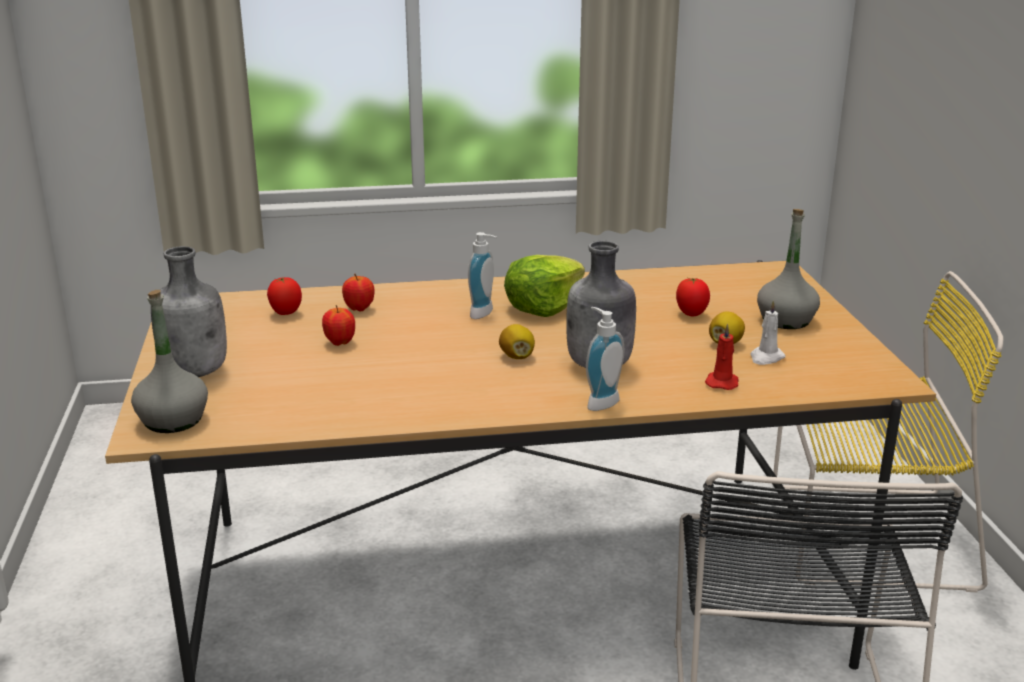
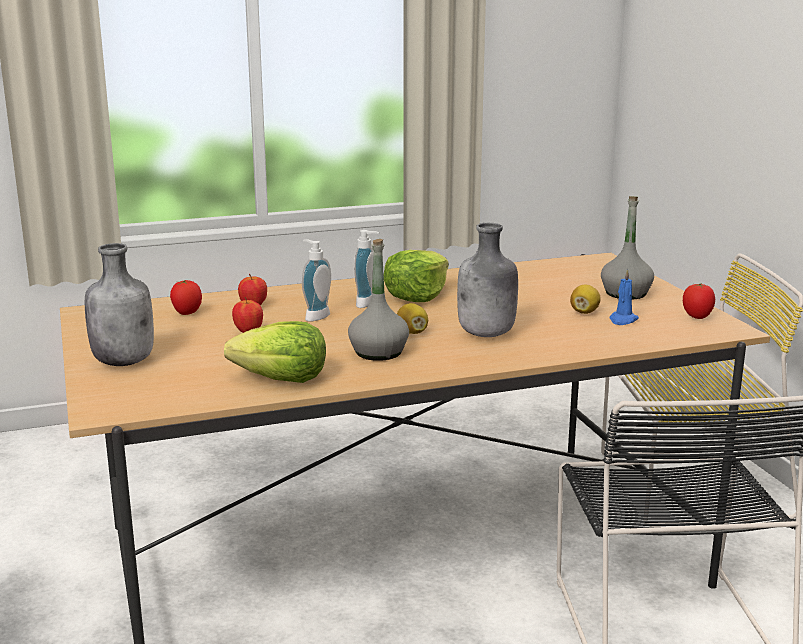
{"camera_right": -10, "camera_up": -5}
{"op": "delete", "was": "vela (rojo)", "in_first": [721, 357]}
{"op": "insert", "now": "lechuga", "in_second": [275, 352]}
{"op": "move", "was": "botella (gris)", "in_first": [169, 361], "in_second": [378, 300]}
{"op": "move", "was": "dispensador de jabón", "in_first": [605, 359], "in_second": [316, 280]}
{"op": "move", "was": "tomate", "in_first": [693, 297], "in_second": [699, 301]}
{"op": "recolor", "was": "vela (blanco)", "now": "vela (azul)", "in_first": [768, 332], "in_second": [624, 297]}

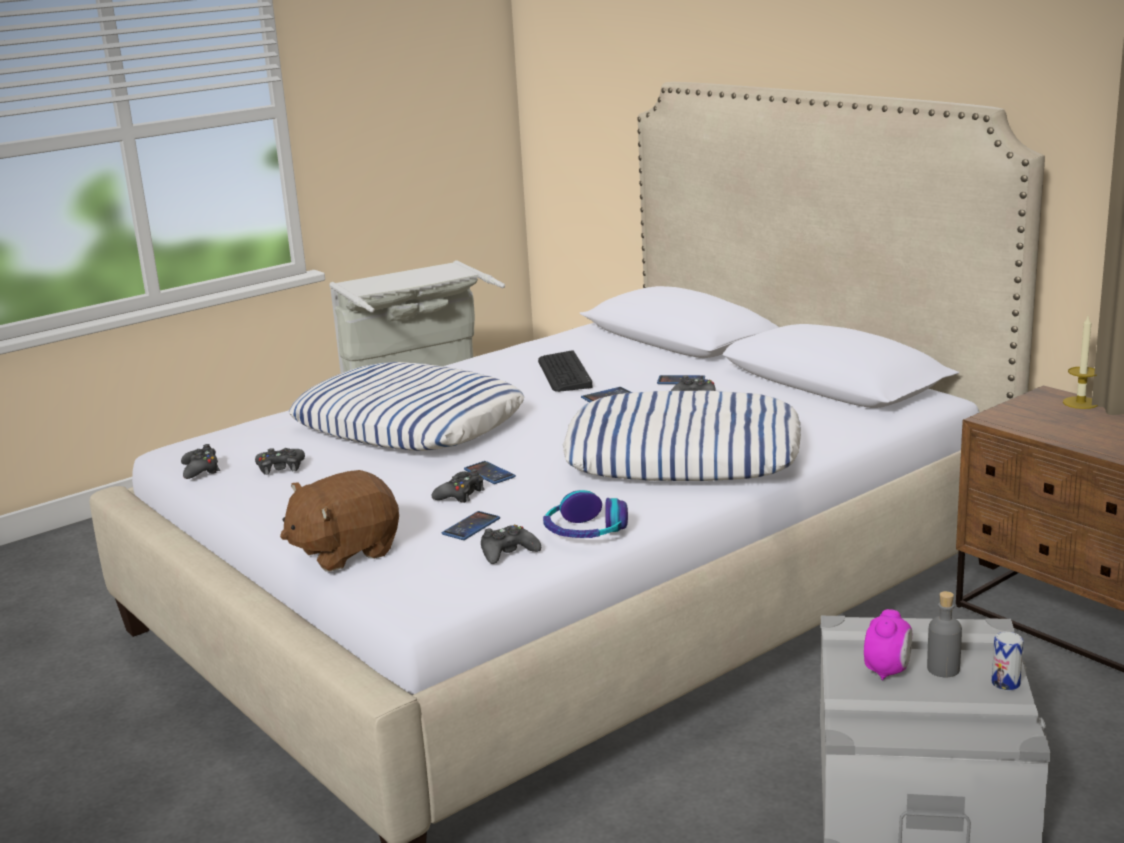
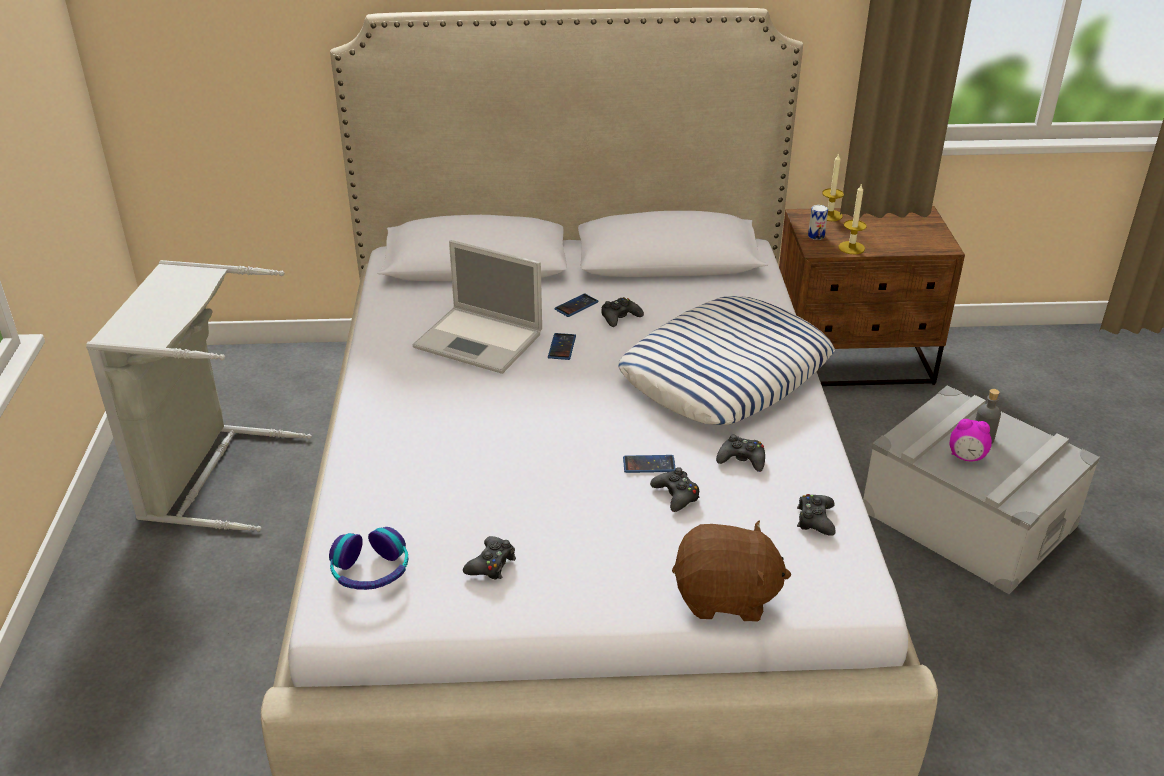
{"camera_right": -55, "camera_up": 15}
{"op": "delete", "was": "cojín", "in_first": [406, 406]}
{"op": "delete", "was": "móvil", "in_first": [471, 525]}
{"op": "insert", "now": "vela", "in_second": [853, 218]}
{"op": "move", "was": "mando de consola (negro)", "in_first": [200, 461], "in_second": [740, 453]}
{"op": "move", "was": "auriculares", "in_first": [585, 514], "in_second": [368, 558]}
{"op": "move", "was": "lata", "in_first": [1007, 661], "in_second": [818, 222]}
{"op": "replace", "was": "teclado", "now": "portátil", "in_first": [565, 371], "in_second": [477, 307]}
{"op": "rotate", "was": "peluche (marrón)", "in_first": [339, 521], "in_second": [731, 571], "clockwise": -90}
{"op": "rotate", "was": "despertador", "in_first": [888, 644], "in_second": [971, 440], "clockwise": 135}

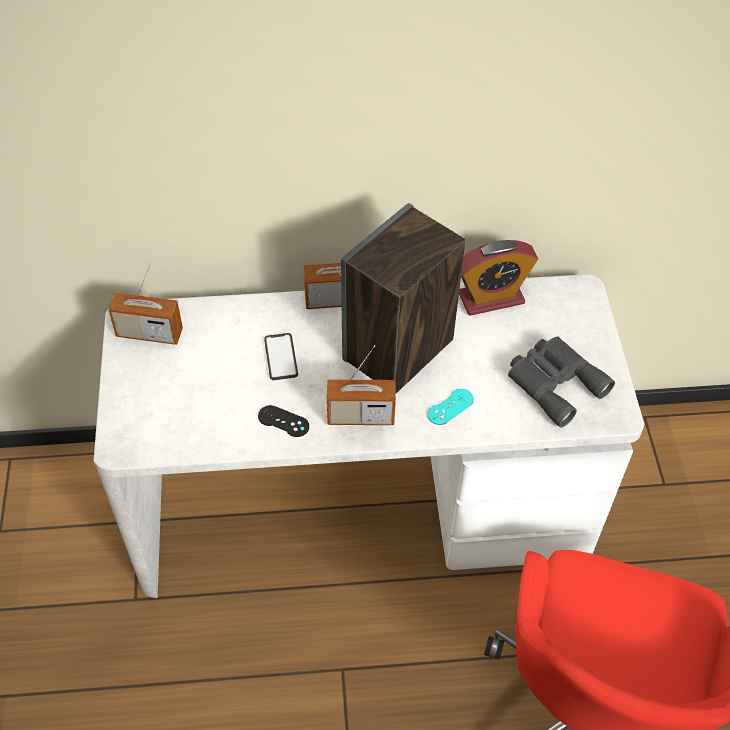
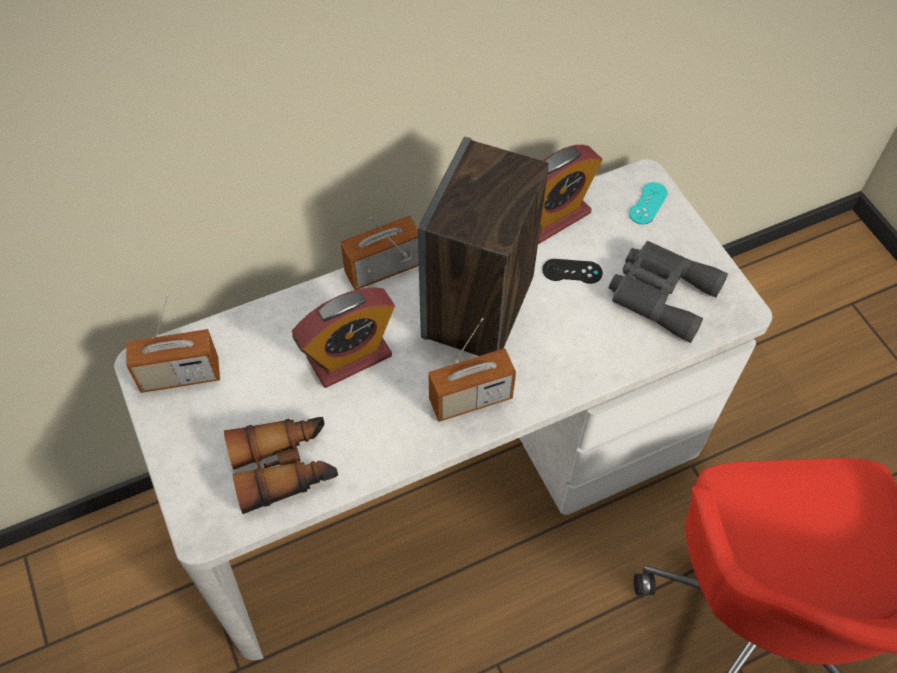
{"camera_right": -20, "camera_up": 5}
{"op": "insert", "now": "prismáticos", "in_second": [281, 465]}
{"op": "move", "was": "mando de consola (negro)", "in_first": [283, 421], "in_second": [572, 271]}
{"op": "move", "was": "mando de consola (turquesa)", "in_first": [450, 407], "in_second": [648, 203]}
{"op": "replace", "was": "móvil", "now": "despertador", "in_first": [281, 356], "in_second": [343, 338]}

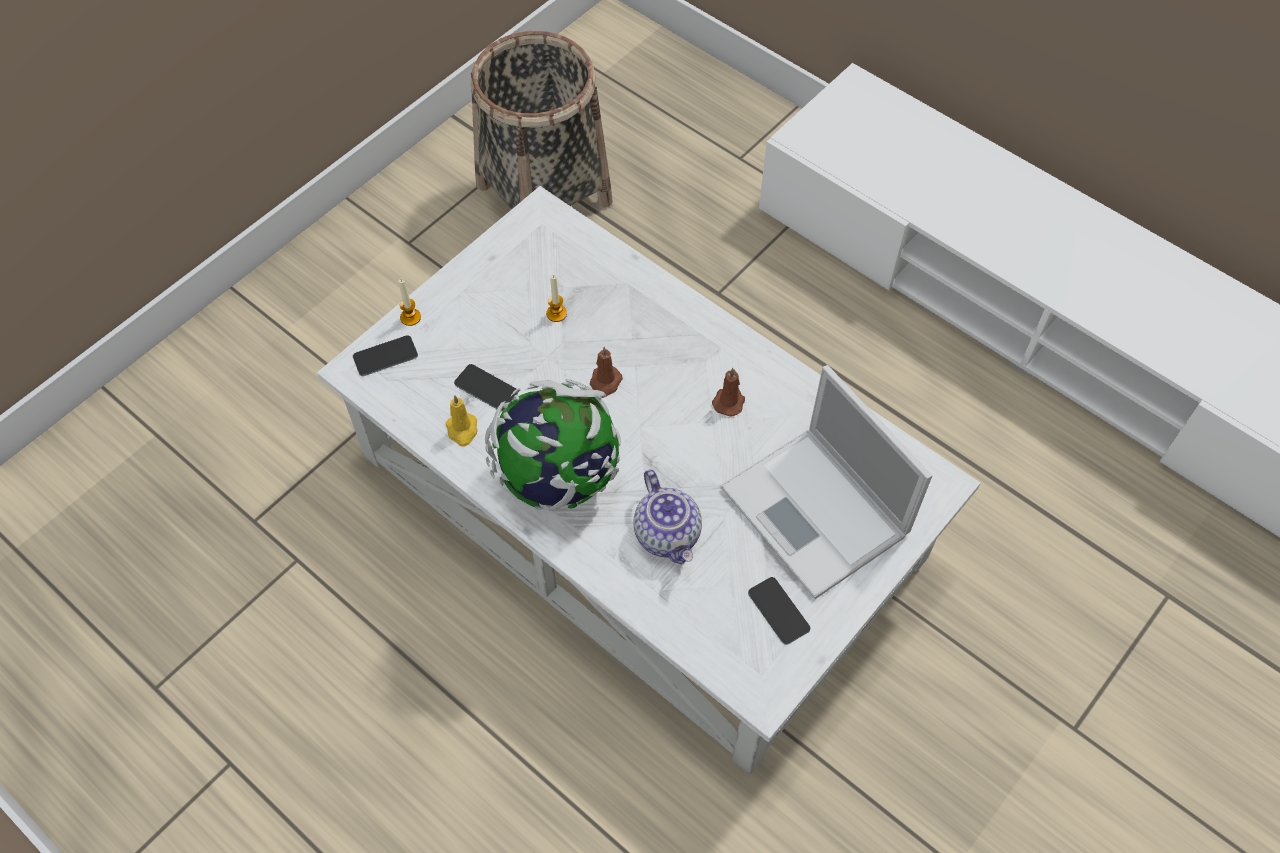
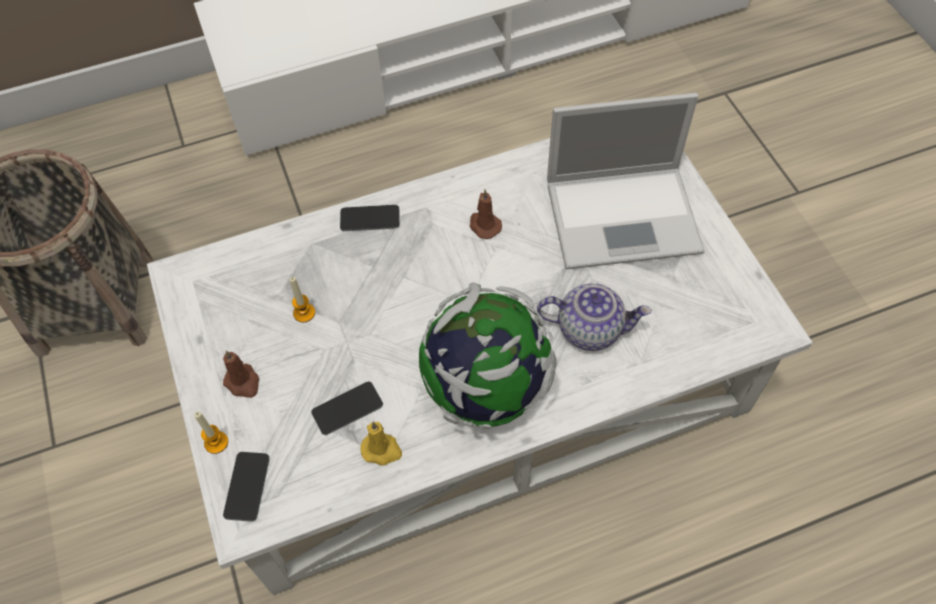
{"camera_right": -60, "camera_up": 0}
{"op": "move", "was": "vela (marrón)", "in_first": [606, 372], "in_second": [241, 374]}
{"op": "move", "was": "móvil", "in_first": [779, 611], "in_second": [370, 218]}

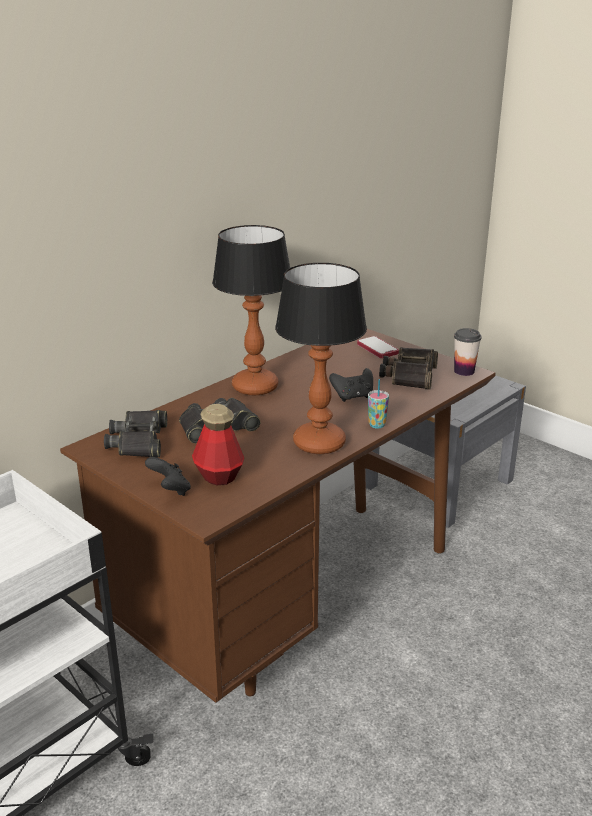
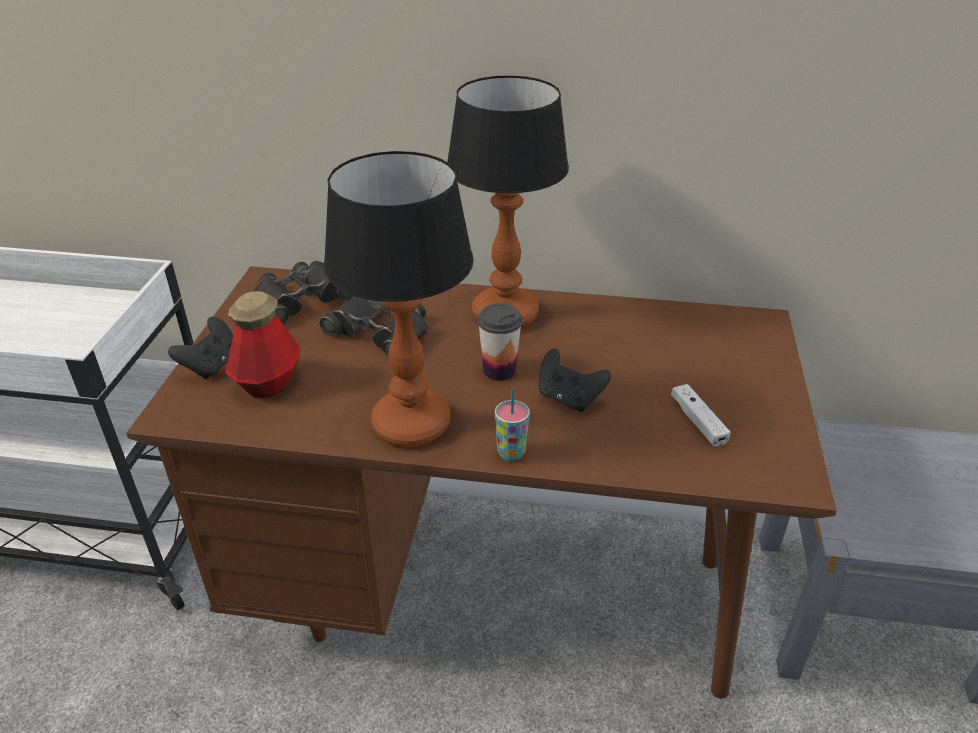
{"camera_right": 55, "camera_up": 10}
{"op": "delete", "was": "móvil", "in_first": [378, 347]}
{"op": "move", "was": "taza", "in_first": [468, 352], "in_second": [500, 342]}
{"op": "replace", "was": "prismáticos", "now": "mando de consola (blanco)", "in_first": [408, 368], "in_second": [701, 415]}

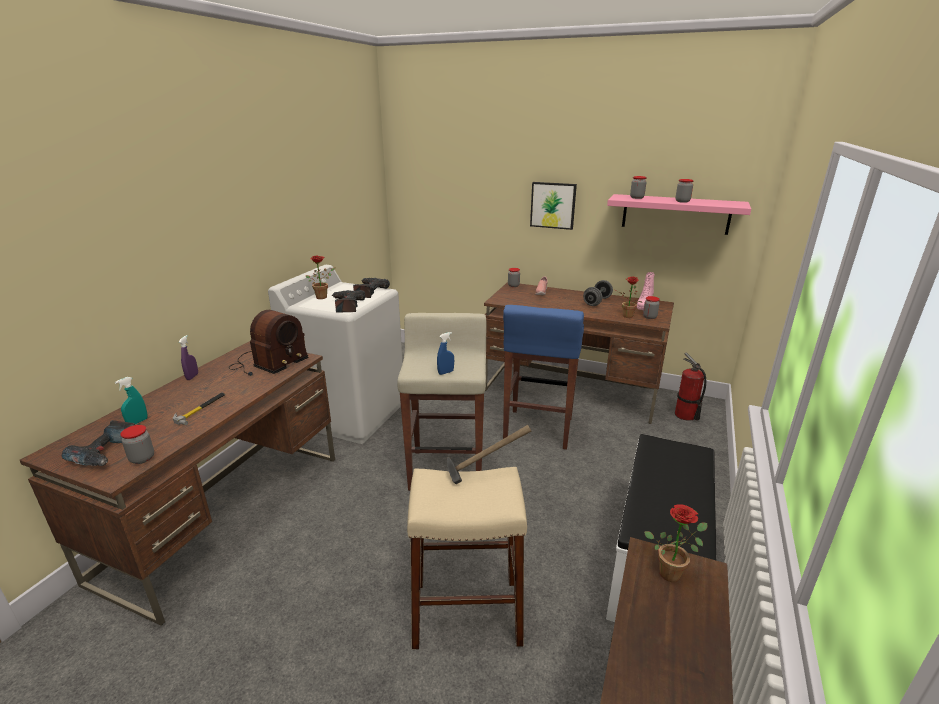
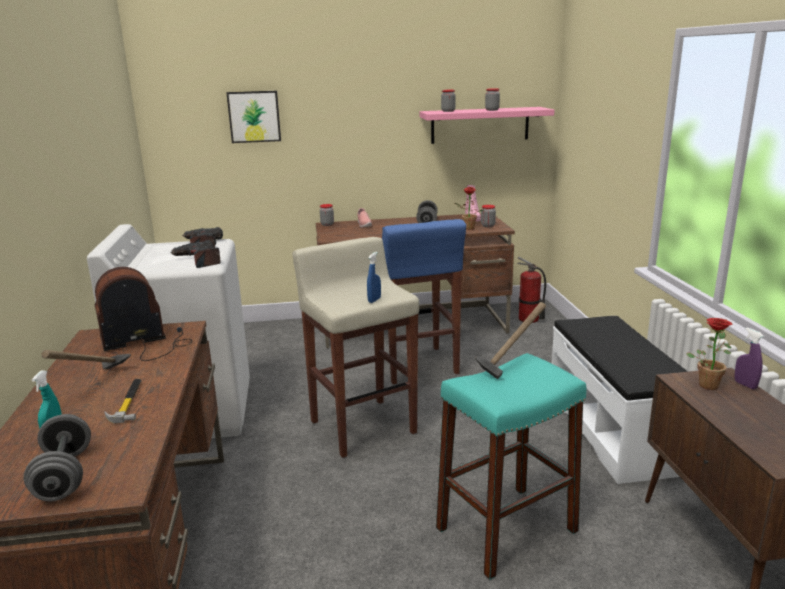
{"camera_right": -30, "camera_up": -5}
{"op": "delete", "was": "tarro", "in_first": [137, 444]}
{"op": "delete", "was": "planta en maceta", "in_first": [321, 277]}
{"op": "insert", "now": "martillo", "in_second": [86, 359]}
{"op": "move", "was": "pulverizador (morado)", "in_first": [188, 357], "in_second": [749, 358]}
{"op": "move", "was": "cuadro", "in_first": [553, 206], "in_second": [253, 117]}
{"op": "replace", "was": "taladro", "now": "mancuerna (gris)", "in_first": [98, 443], "in_second": [57, 457]}
{"op": "recolor", "was": "taburete (beis)", "now": "taburete (turquesa)", "in_first": [467, 558], "in_second": [511, 466]}
{"op": "rotate", "was": "radio", "in_first": [269, 343], "in_second": [143, 314], "clockwise": -120}

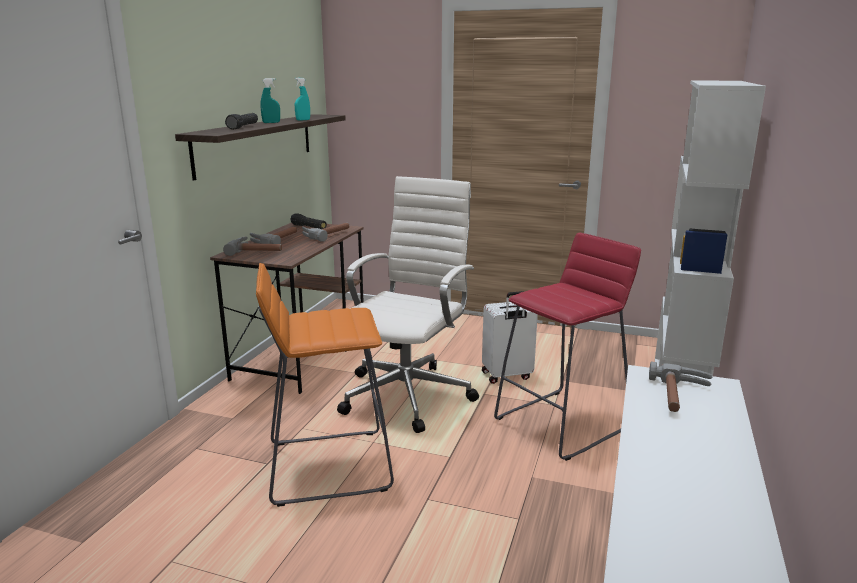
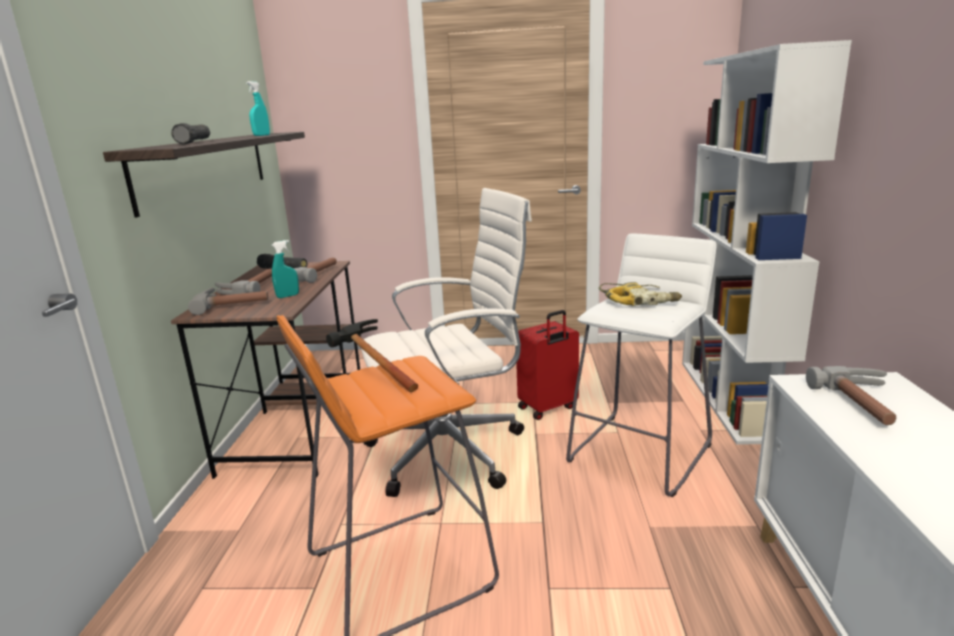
{"camera_right": -15, "camera_up": 0}
{"op": "insert", "now": "martillo", "in_second": [372, 355]}
{"op": "insert", "now": "taladro", "in_second": [640, 294]}
{"op": "move", "was": "pulverizador (turquesa)", "in_first": [270, 100], "in_second": [285, 269]}
{"op": "recolor", "was": "maleta (blanco)", "now": "maleta (rojo)", "in_first": [510, 337], "in_second": [547, 365]}
{"op": "recolor", "was": "taburete (rojo)", "now": "taburete (blanco)", "in_first": [567, 347], "in_second": [641, 365]}
{"op": "rotate", "was": "silla de oficina (blanco)", "in_first": [408, 304], "in_second": [446, 342], "clockwise": 60}

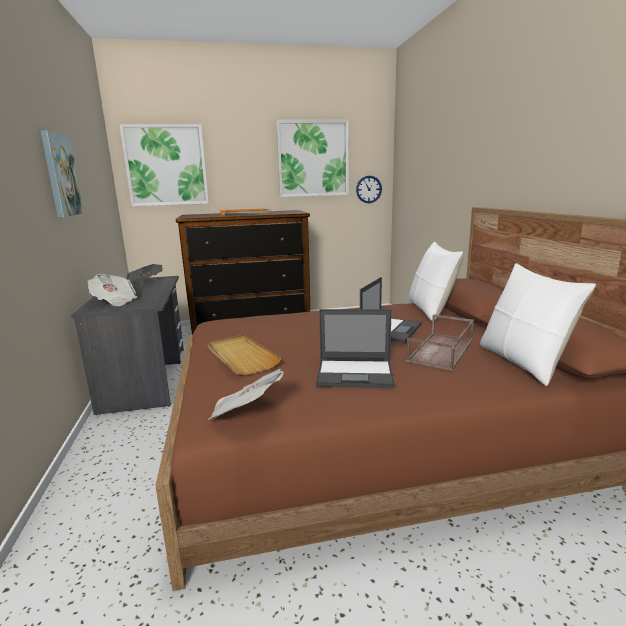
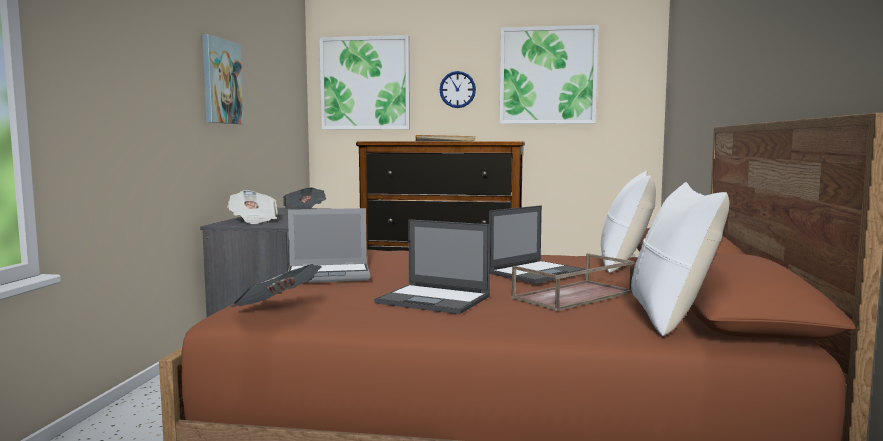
{"camera_right": 20, "camera_up": -10}
{"op": "move", "was": "reloj de pared", "in_first": [369, 189], "in_second": [458, 89]}
{"op": "replace", "was": "bandeja (beis)", "now": "portátil", "in_first": [244, 355], "in_second": [329, 245]}

